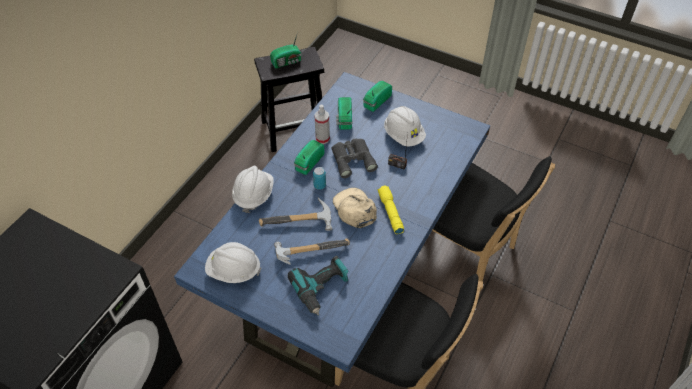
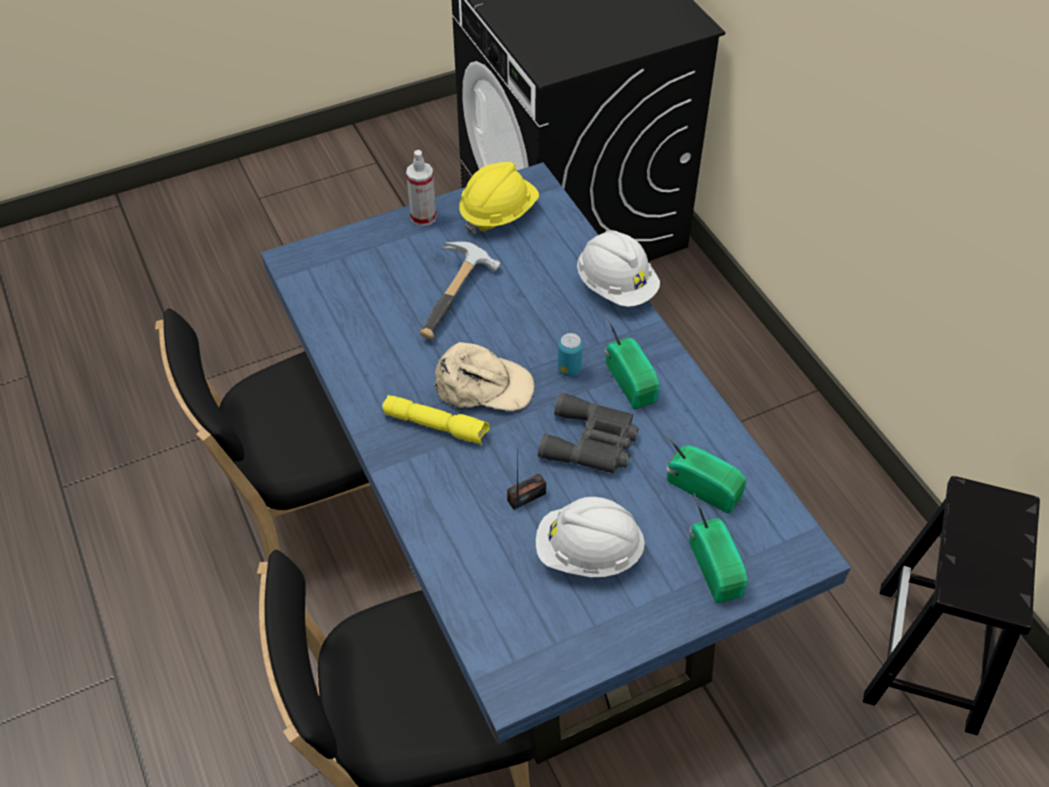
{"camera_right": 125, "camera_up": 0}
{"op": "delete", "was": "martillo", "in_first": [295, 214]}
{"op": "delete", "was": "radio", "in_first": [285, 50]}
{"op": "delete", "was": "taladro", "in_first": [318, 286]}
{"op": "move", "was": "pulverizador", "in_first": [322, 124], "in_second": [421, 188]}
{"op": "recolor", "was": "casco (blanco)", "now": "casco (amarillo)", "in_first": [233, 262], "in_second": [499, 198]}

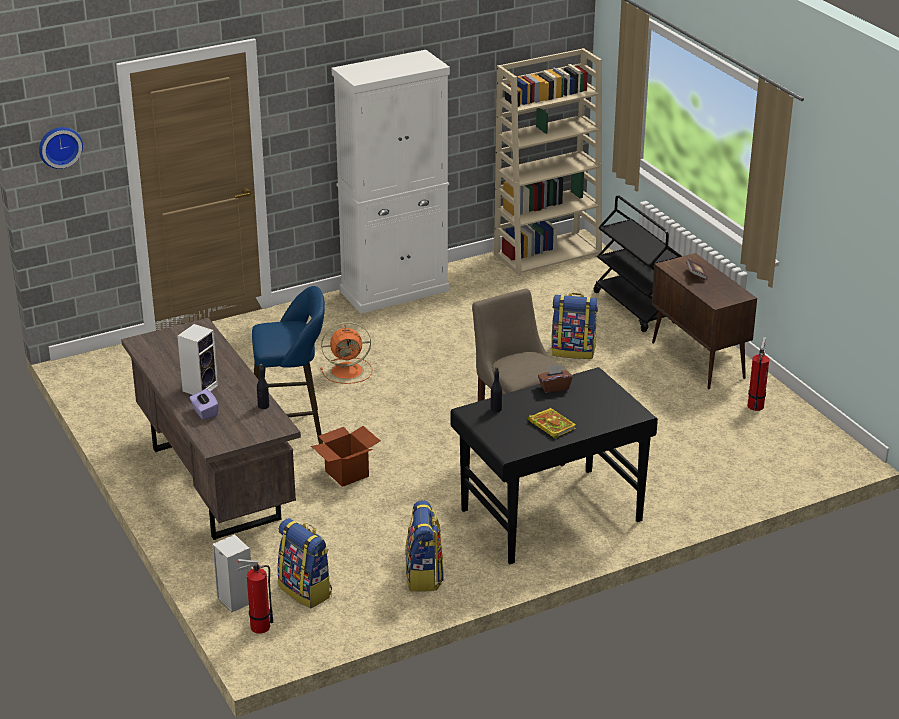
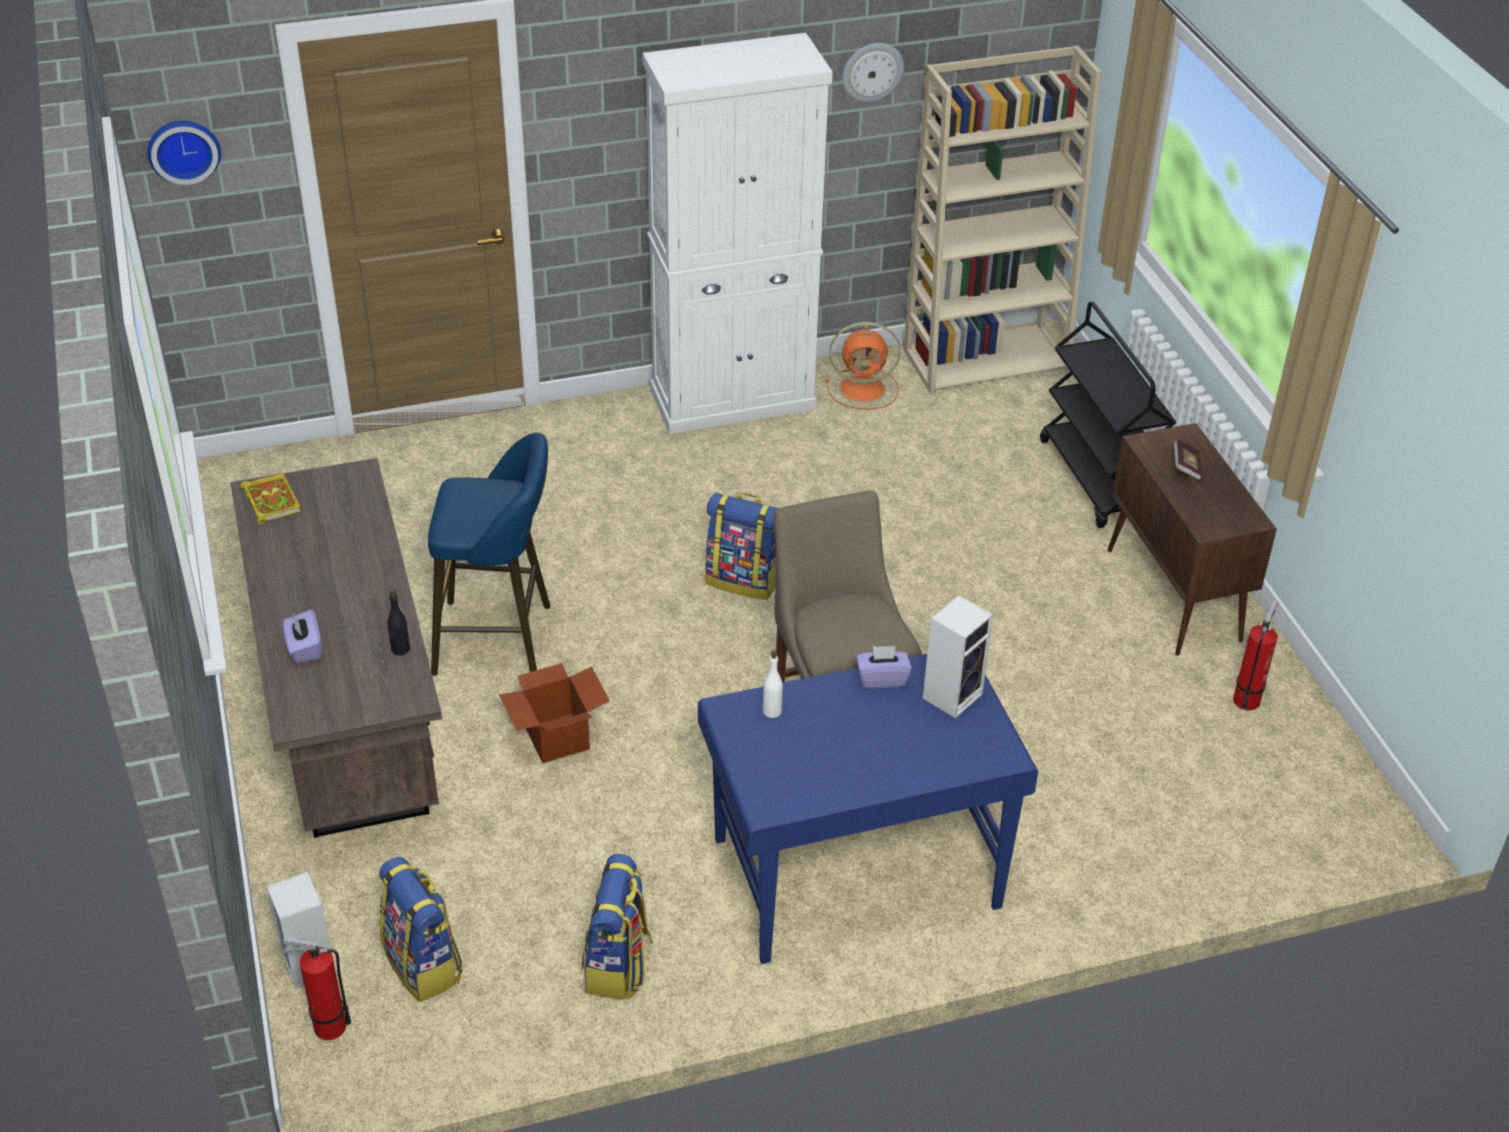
{"camera_right": 10, "camera_up": 10}
{"op": "insert", "now": "reloj de pared", "in_second": [873, 72]}
{"op": "move", "was": "altavoz", "in_first": [197, 359], "in_second": [958, 656]}
{"op": "move", "was": "ventilador (naranja)", "in_first": [346, 353], "in_second": [863, 366]}
{"op": "move", "was": "libro", "in_first": [552, 423], "in_second": [270, 498]}
{"op": "move", "was": "mochila", "in_first": [575, 326], "in_second": [741, 546]}
{"op": "recolor", "was": "escritorio (negro)", "now": "escritorio (azul)", "in_first": [554, 466], "in_second": [868, 809]}
{"op": "recolor", "was": "botella (negro)", "now": "botella (blanco)", "in_first": [496, 389], "in_second": [773, 684]}
{"op": "recolor", "was": "caja de pañuelos (marrón)", "now": "caja de pañuelos (morado)", "in_first": [555, 379], "in_second": [884, 667]}

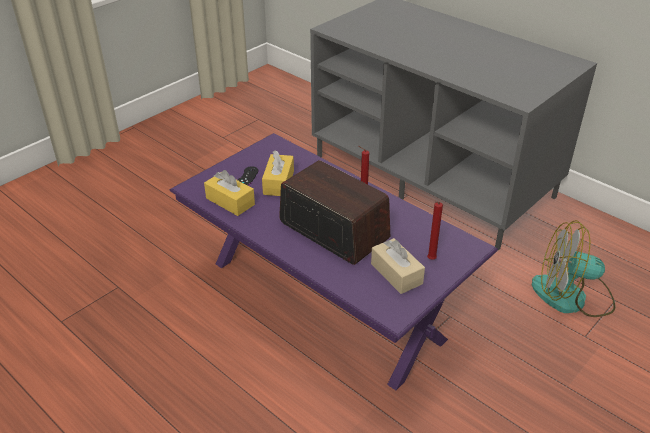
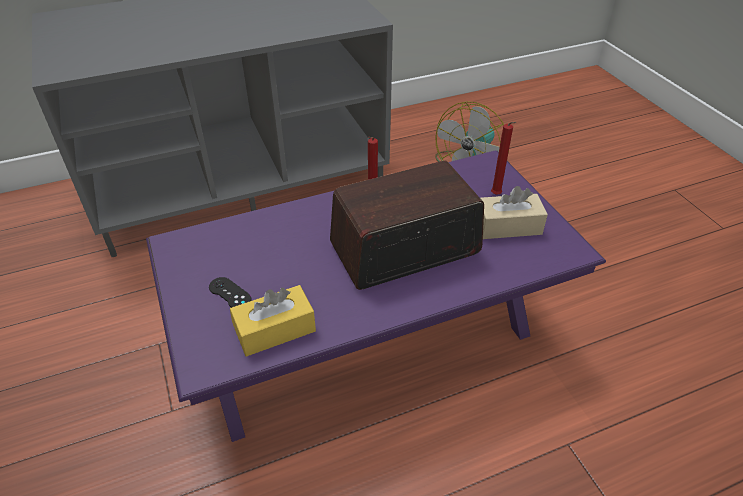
{"camera_right": -65, "camera_up": 5}
{"op": "delete", "was": "caja de pañuelos (amarillo)", "in_first": [278, 173]}

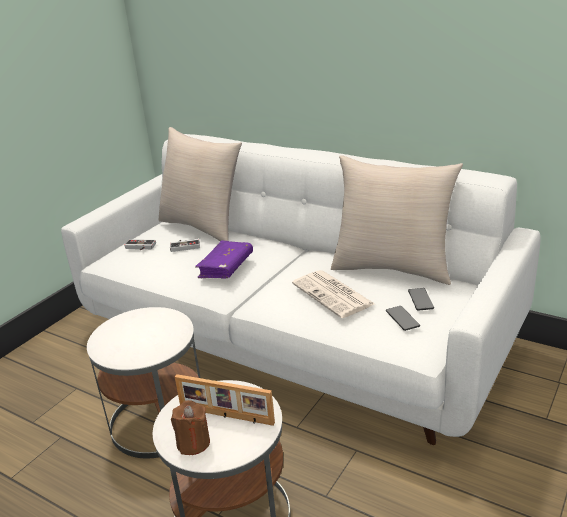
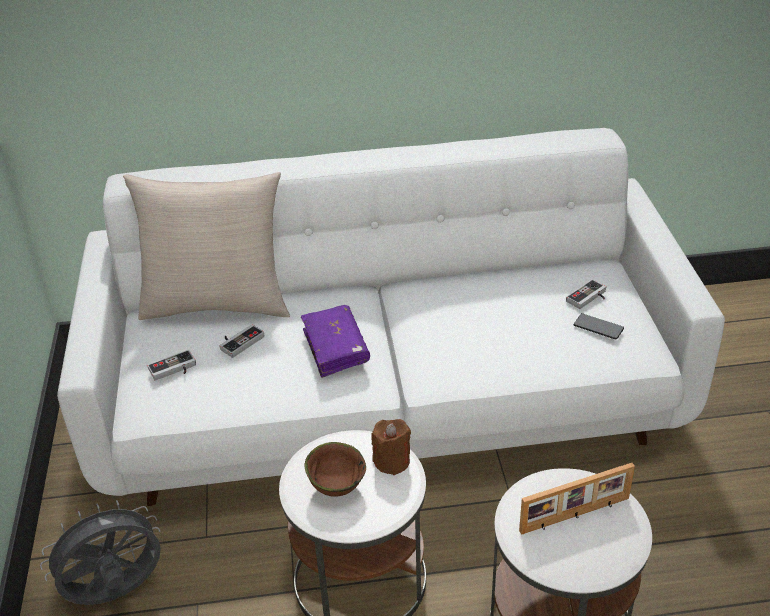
{"camera_right": -40, "camera_up": 10}
{"op": "delete", "was": "periódico", "in_first": [333, 294]}
{"op": "delete", "was": "cojín (beis)", "in_first": [397, 220]}
{"op": "insert", "now": "ventilador (gris)", "in_second": [100, 552]}
{"op": "insert", "now": "cuenco (marrón)", "in_second": [335, 469]}
{"op": "move", "was": "vela (marrón)", "in_first": [190, 427], "in_second": [391, 447]}
{"op": "replace", "was": "móvil", "now": "mando de consola", "in_first": [421, 299], "in_second": [586, 294]}

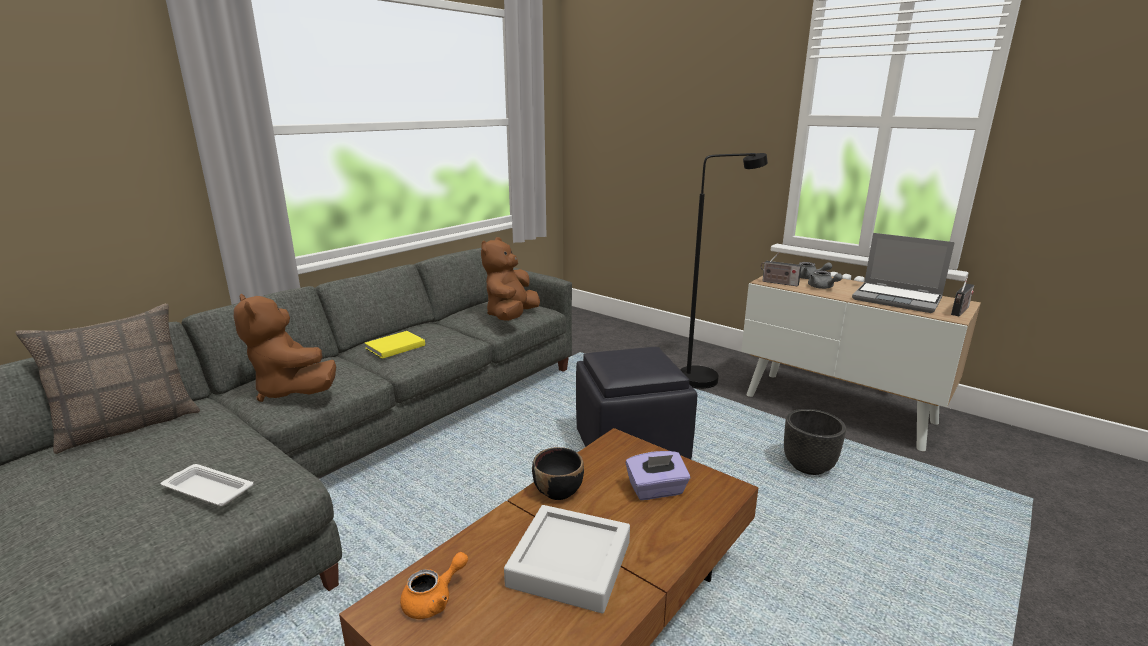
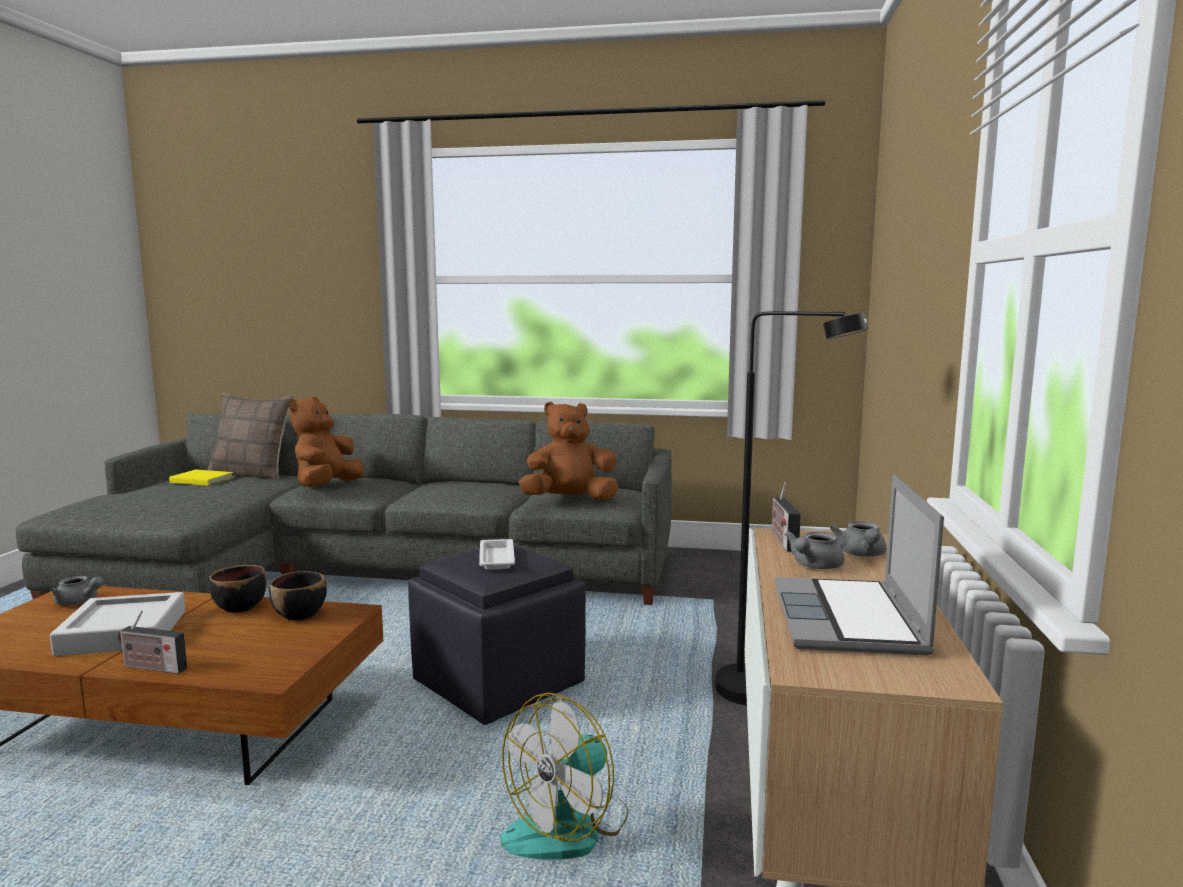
{"camera_right": 60, "camera_up": -10}
{"op": "delete", "was": "caja de pañuelos (morado)", "in_first": [658, 475]}
{"op": "insert", "now": "cuenco (negro)", "in_second": [298, 596]}
{"op": "move", "was": "bandeja (blanco)", "in_first": [207, 485], "in_second": [497, 554]}
{"op": "move", "was": "libro (amarillo)", "in_first": [395, 345], "in_second": [201, 477]}
{"op": "move", "was": "radio", "in_first": [962, 296], "in_second": [152, 642]}
{"op": "replace", "was": "maceta (negro)", "now": "ventilador", "in_first": [815, 442], "in_second": [564, 776]}
{"op": "recolor", "was": "tetera (naranja)", "now": "tetera (gris)", "in_first": [434, 585], "in_second": [77, 590]}

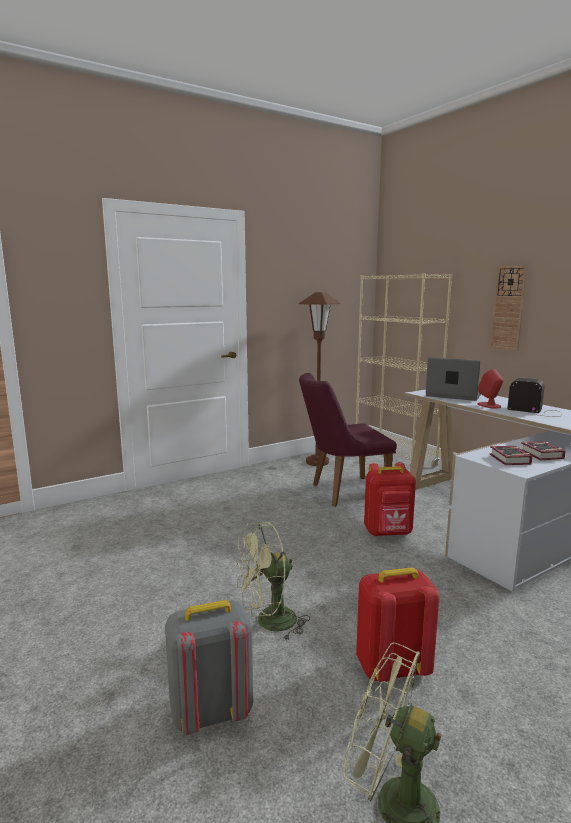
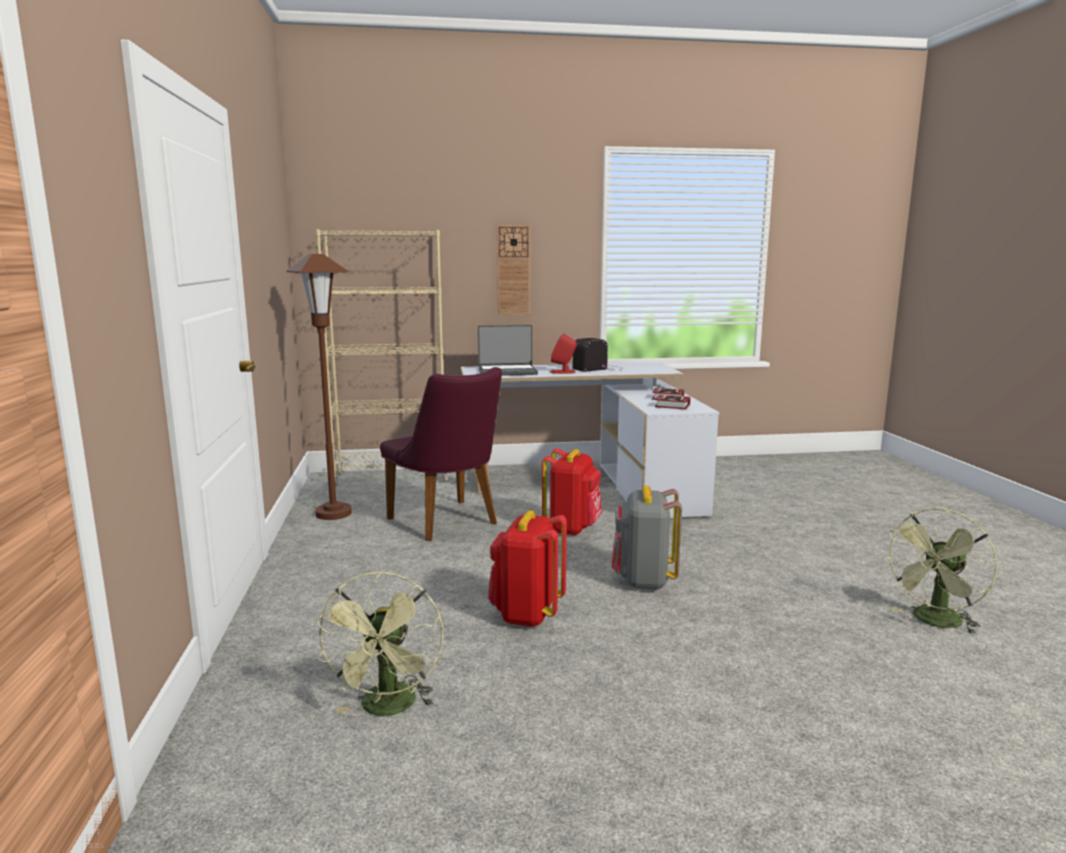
{"camera_right": -65, "camera_up": 0}
{"op": "move", "was": "mochila (gris)", "in_first": [209, 667], "in_second": [647, 538]}
{"op": "move", "was": "ventilador (verde)", "in_first": [272, 581], "in_second": [379, 643]}
{"op": "move", "was": "mochila (rojo)", "in_first": [397, 625], "in_second": [527, 569]}
{"op": "rotate", "was": "silla (morado)", "in_first": [348, 440], "in_second": [441, 454], "clockwise": -45}
{"op": "rotate", "was": "portátil", "in_first": [453, 379], "in_second": [508, 350], "clockwise": -150}

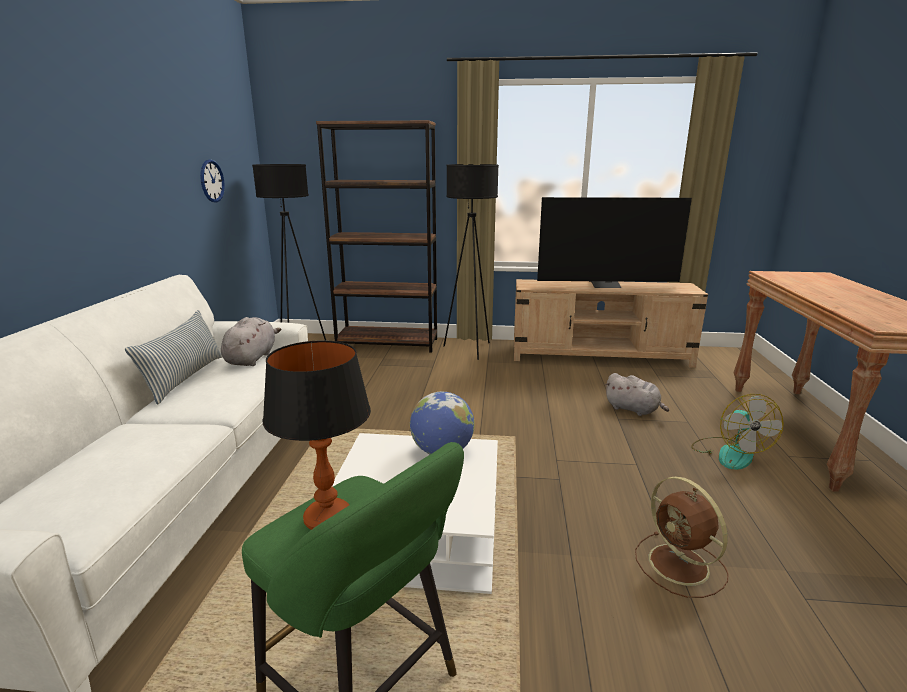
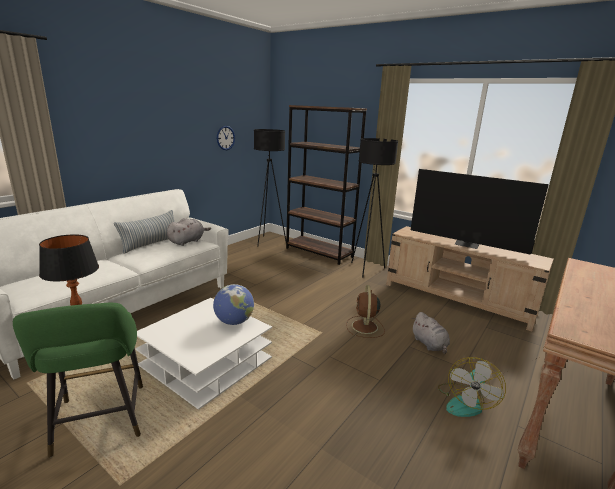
{"camera_right": 30, "camera_up": 0}
{"op": "move", "was": "ventilador (marrón)", "in_first": [681, 537], "in_second": [365, 311]}

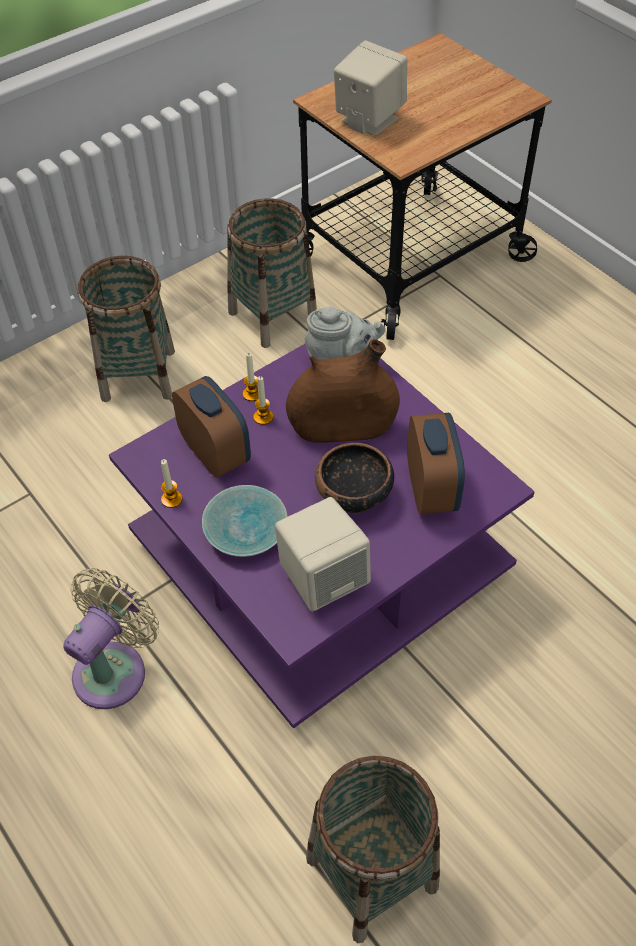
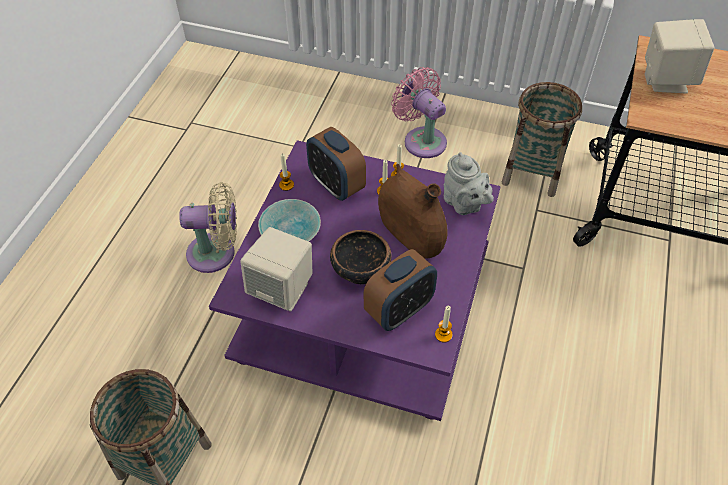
{"camera_right": 55, "camera_up": 0}
{"op": "insert", "now": "vela", "in_second": [444, 324]}
{"op": "replace", "was": "cesta", "now": "ventilador (rosa)", "in_first": [126, 329], "in_second": [419, 112]}
{"op": "rotate", "was": "despertador", "in_first": [211, 427], "in_second": [336, 164], "clockwise": 120}

